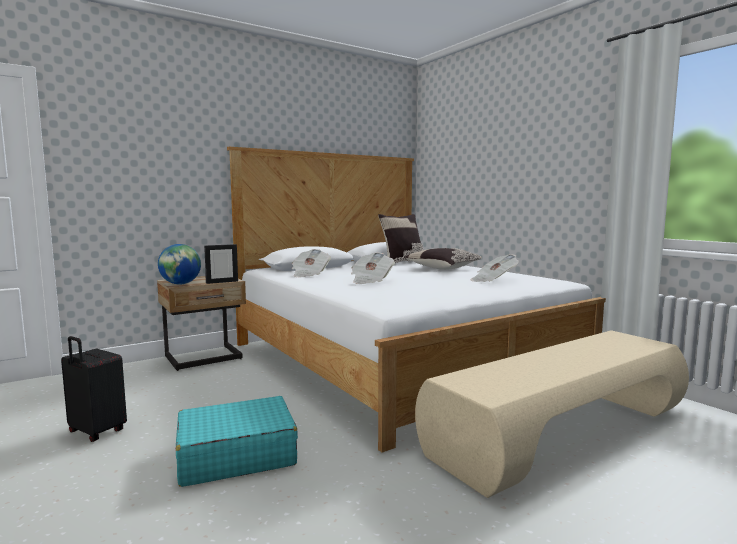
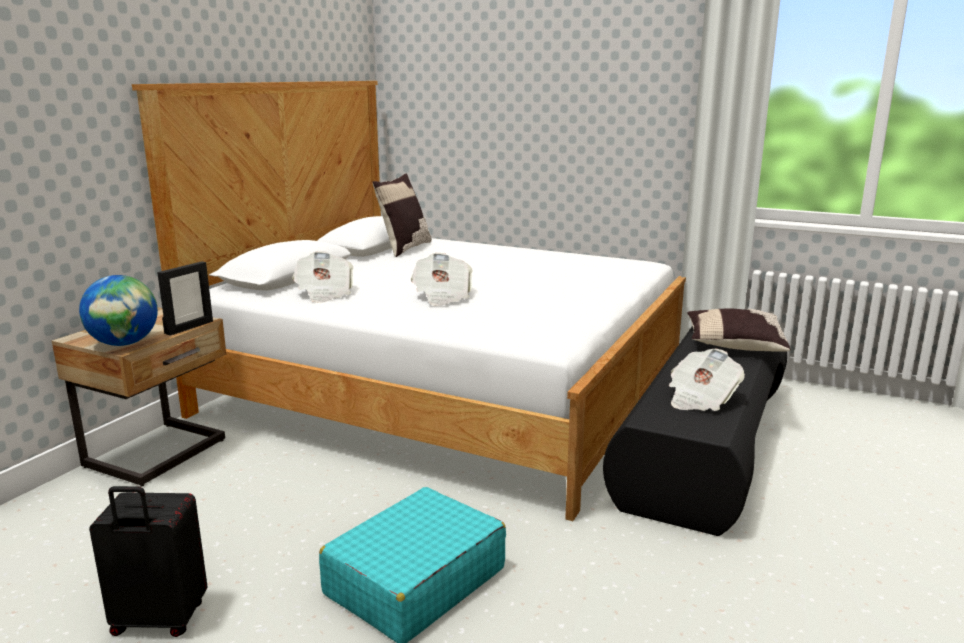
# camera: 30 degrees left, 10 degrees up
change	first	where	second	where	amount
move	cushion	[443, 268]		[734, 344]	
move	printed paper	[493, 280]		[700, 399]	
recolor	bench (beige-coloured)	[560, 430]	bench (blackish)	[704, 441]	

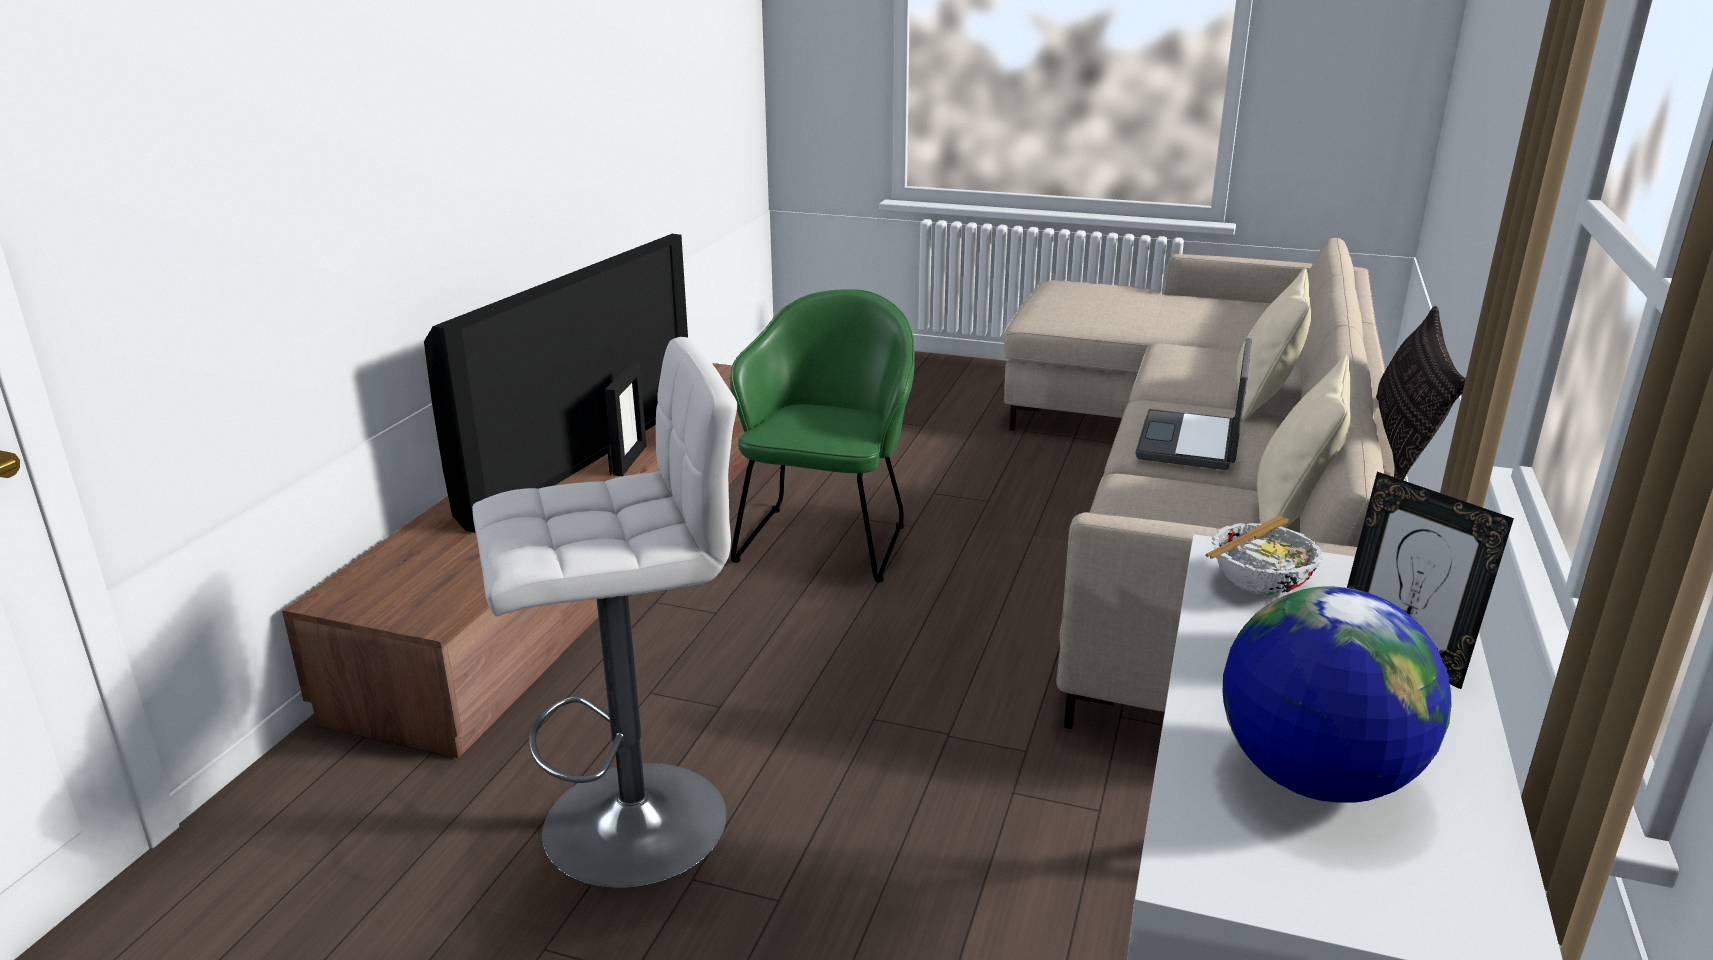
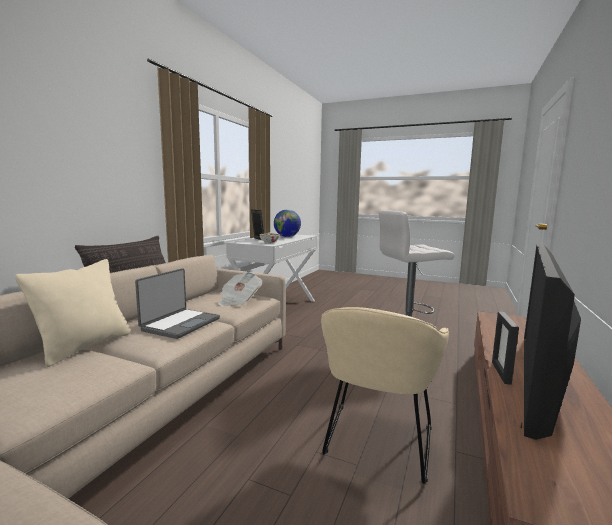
# camera: 175 degrees left, 15 degrees down
change	first	where	second	where	amount
delete	cushion (beige-coloured)	[1291, 516]			
insert			printed paper	[239, 301]	
recolor	armchair (greenish)	[827, 538]	armchair (beige-coloured)	[375, 444]	

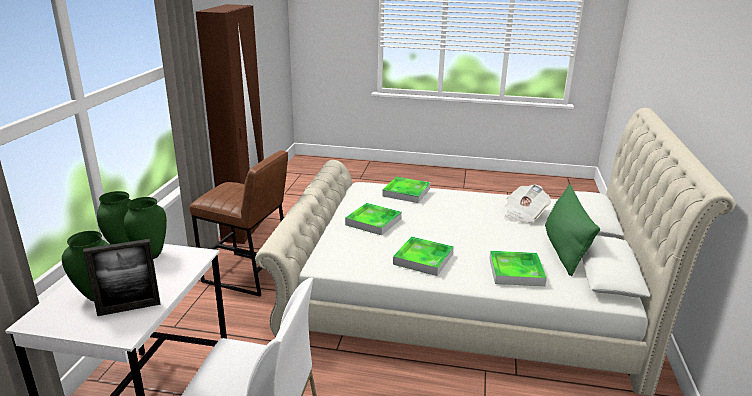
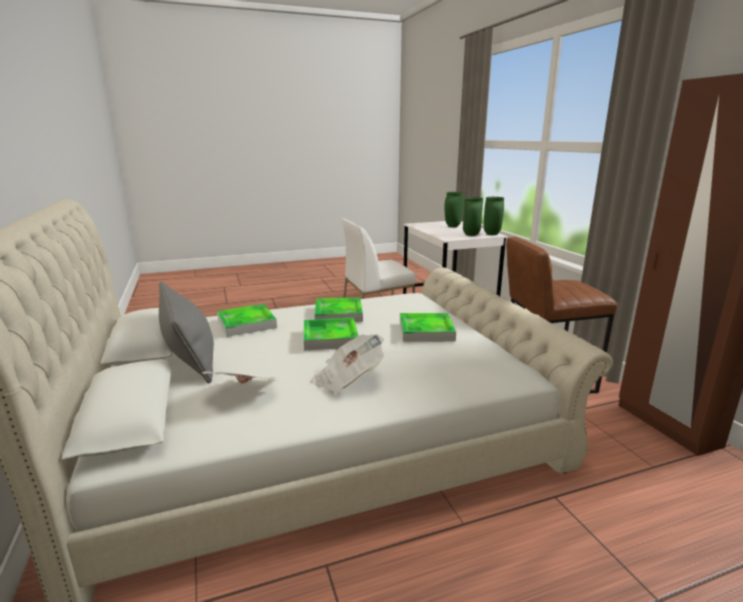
# camera: 150 degrees right, 5 degrees down
change	first	where	second	where	amount
delete	photo frame	[129, 308]			
insert			printed paper	[348, 379]	
move	carrying tray	[406, 192]		[330, 337]	
recolor	cushion (greenish)	[564, 249]	cushion (grey)	[190, 357]	

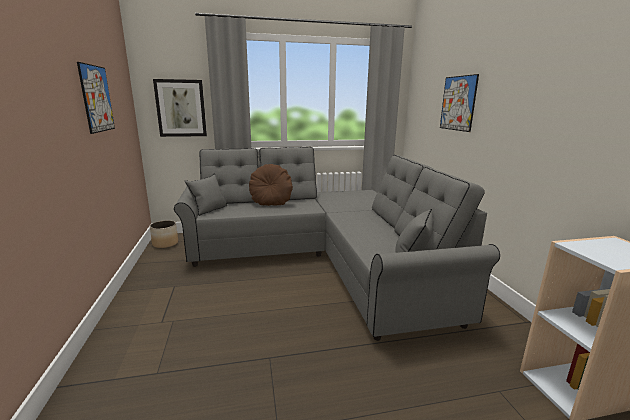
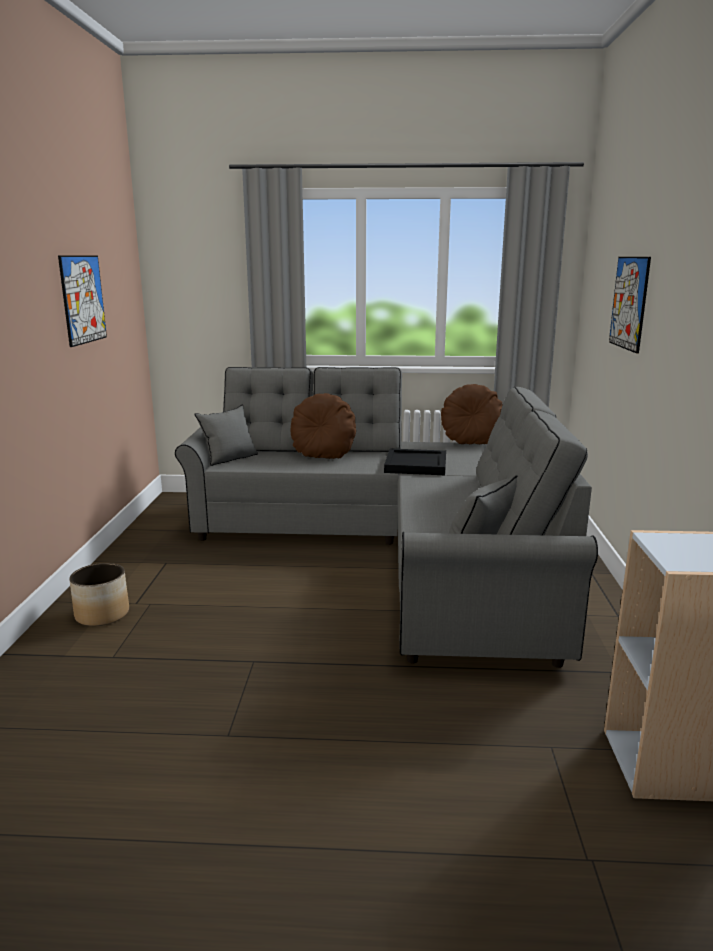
# camera: 15 degrees right, 0 degrees up
change	first	where	second	where	amount
delete	wall picture	[181, 108]			
insert			carrying tray (blackish)	[416, 465]	
insert			cushion (brown)	[471, 443]	
move	planter	[165, 244]		[103, 614]	

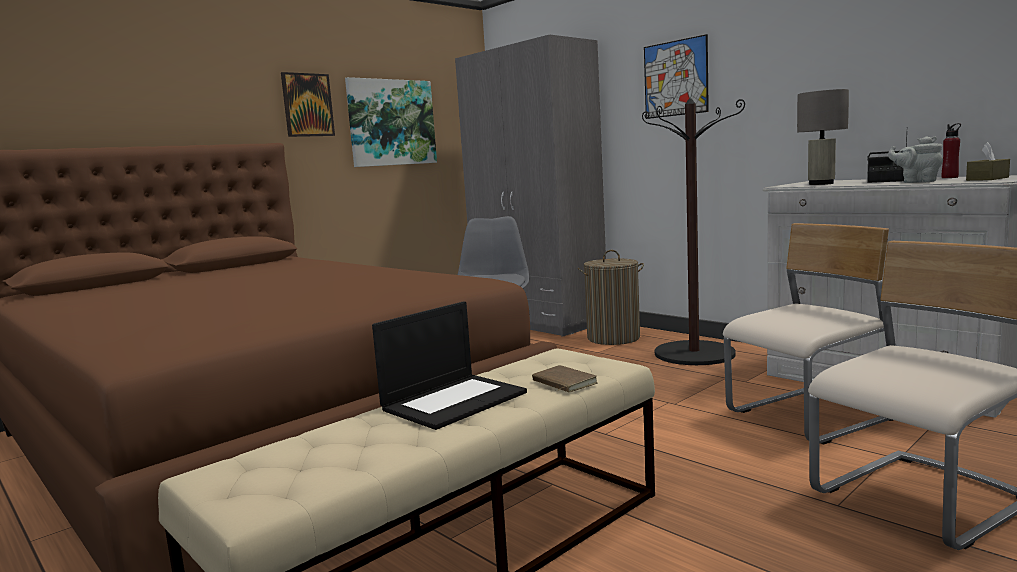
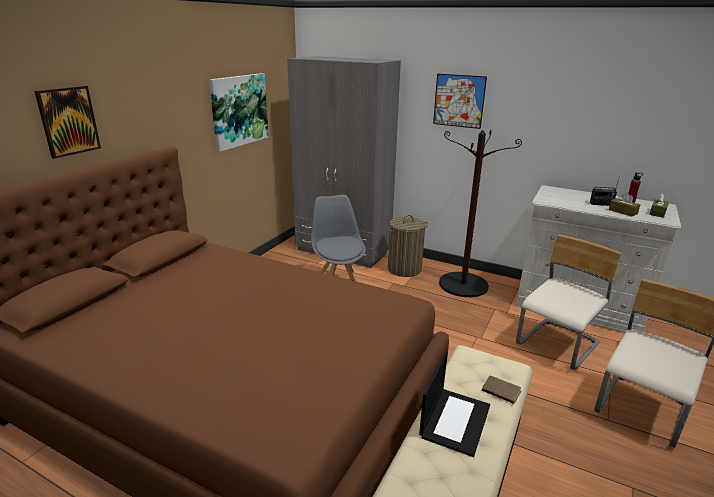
# camera: 20 degrees left, 15 degrees up
change	first	where	second	where	amount
delete	table lamp (grey)	[821, 184]			
move	wall picture	[307, 105]		[68, 121]	
replace	pot for tea (grey)	[916, 182]	tissue box (brown)	[623, 212]	

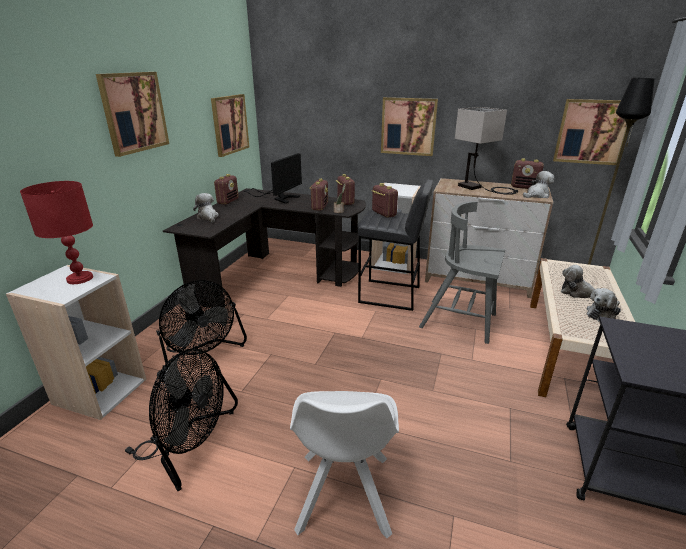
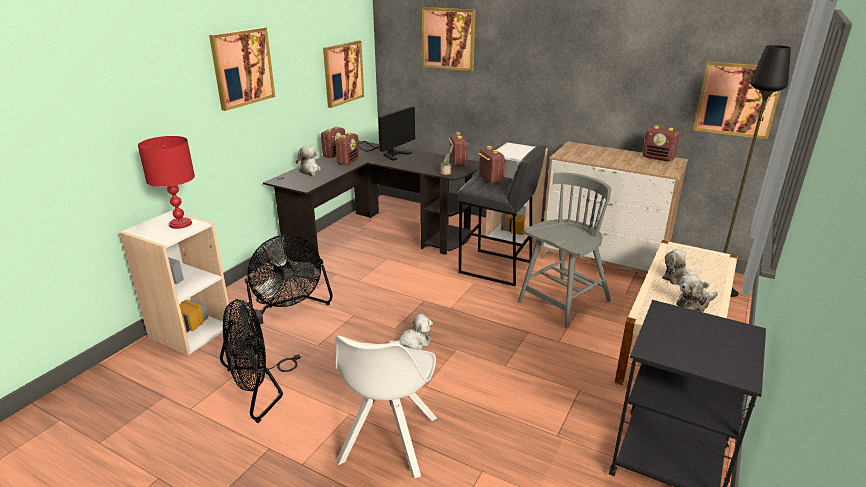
# camera: 10 degrees right, 0 degrees up
change	first	where	second	where	amount
delete	table lamp	[483, 188]			
move	radio set	[319, 207]		[348, 161]	
move	wall picture	[408, 126]		[448, 38]	
move	soft toy	[537, 195]		[414, 342]	
rotate	electric fan (blackish)	[188, 446]		[260, 385]	120 degrees clockwise
rotate	chair (grey)	[460, 321]		[563, 302]	105 degrees clockwise

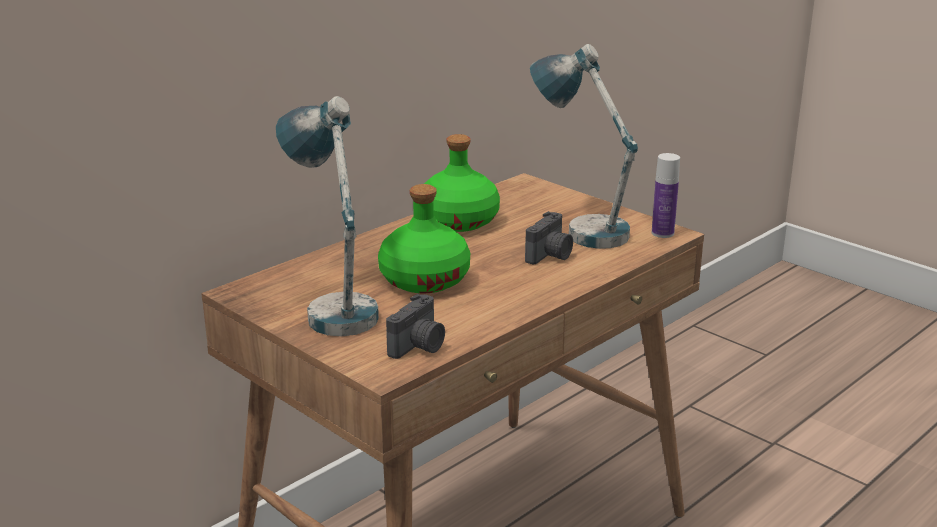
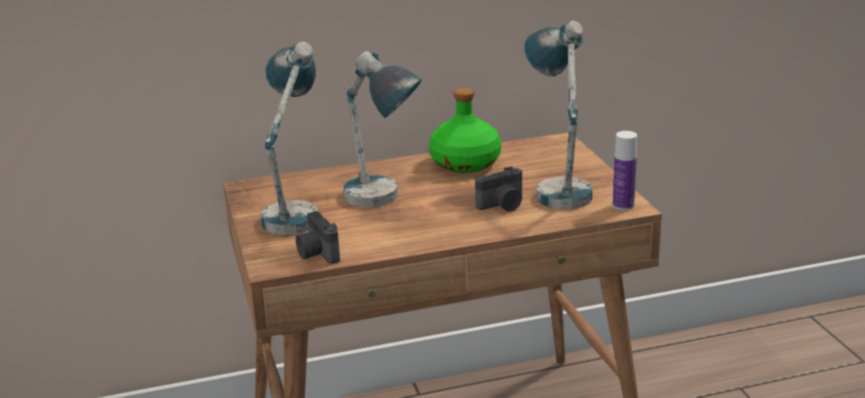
# camera: 30 degrees right, 0 degrees up
change	first	where	second	where	amount
replace	bottle (greenish)	[424, 279]	table lamp	[382, 204]	
rotate	photo camera	[419, 346]		[317, 254]	90 degrees clockwise

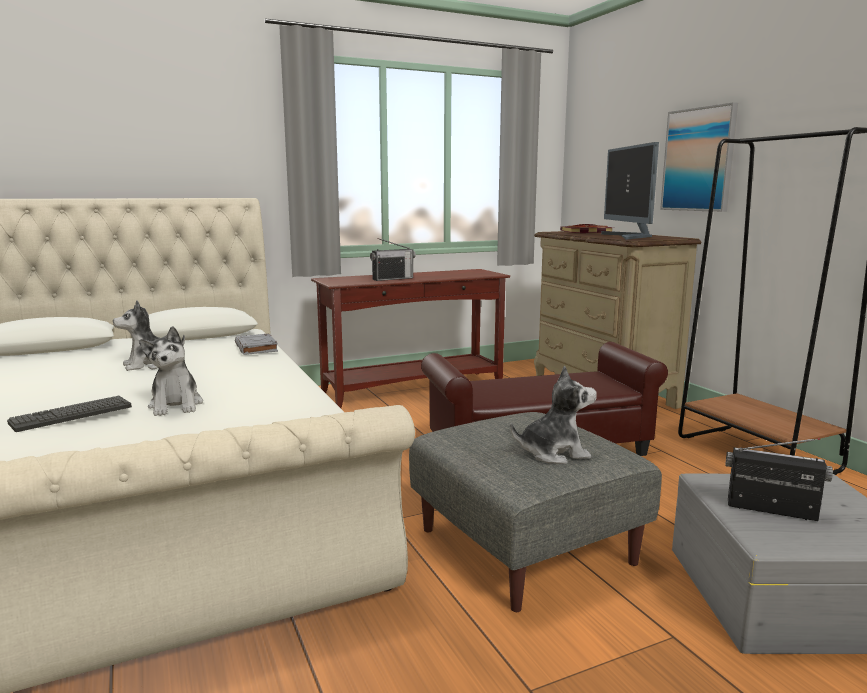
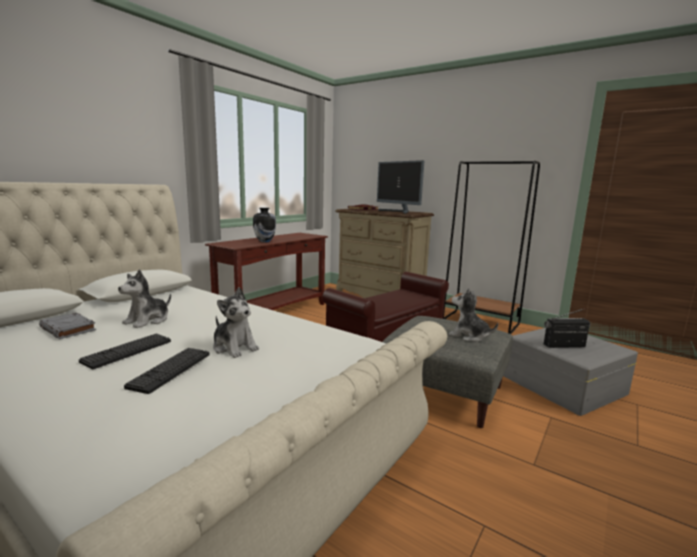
# camera: 30 degrees left, 0 degrees up
change	first	where	second	where	amount
delete	wall picture	[698, 160]			
insert			PC keyboard	[128, 351]	
move	bound book (grey)	[256, 348]		[69, 329]	
replace	radio set	[392, 279]	flower vase	[265, 241]	
rotate	soft toy	[553, 453]		[469, 336]	105 degrees counterclockwise

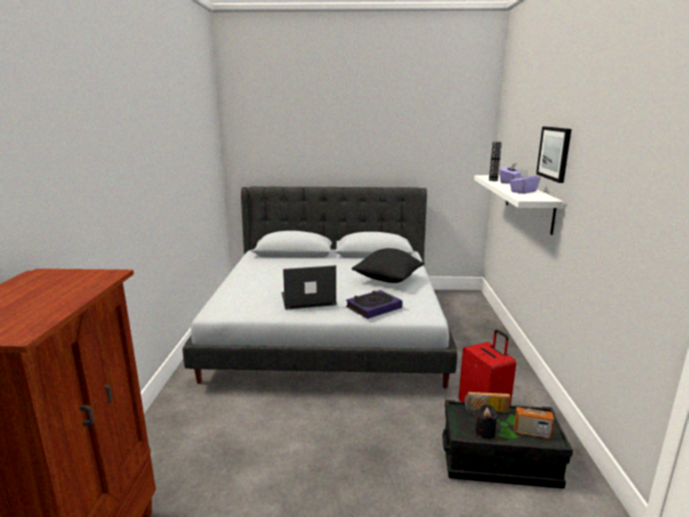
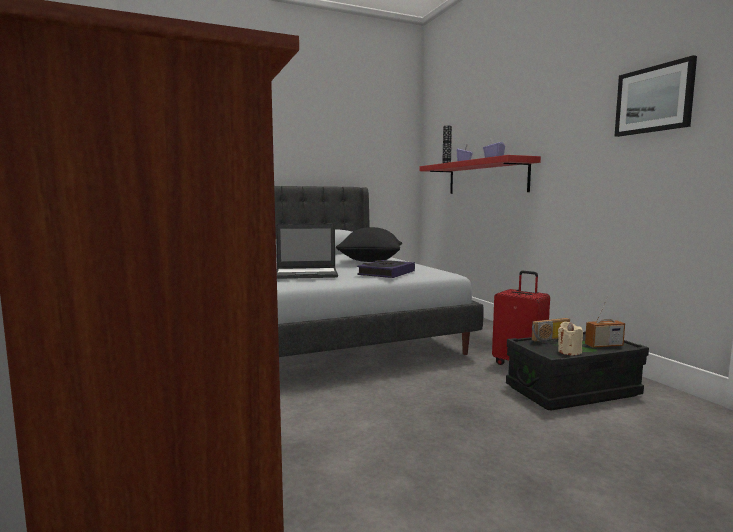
# camera: 25 degrees left, 10 degrees down
change	first	where	second	where	amount
move	wall picture	[554, 153]		[654, 99]	
recolor	shelf (white-coloured)	[528, 202]	shelf (reddish)	[486, 177]	
recolor	wax light (blackish)	[485, 432]	wax light (beige-coloured)	[569, 352]	
rotate	notebook computer	[307, 299]		[307, 274]	150 degrees counterclockwise

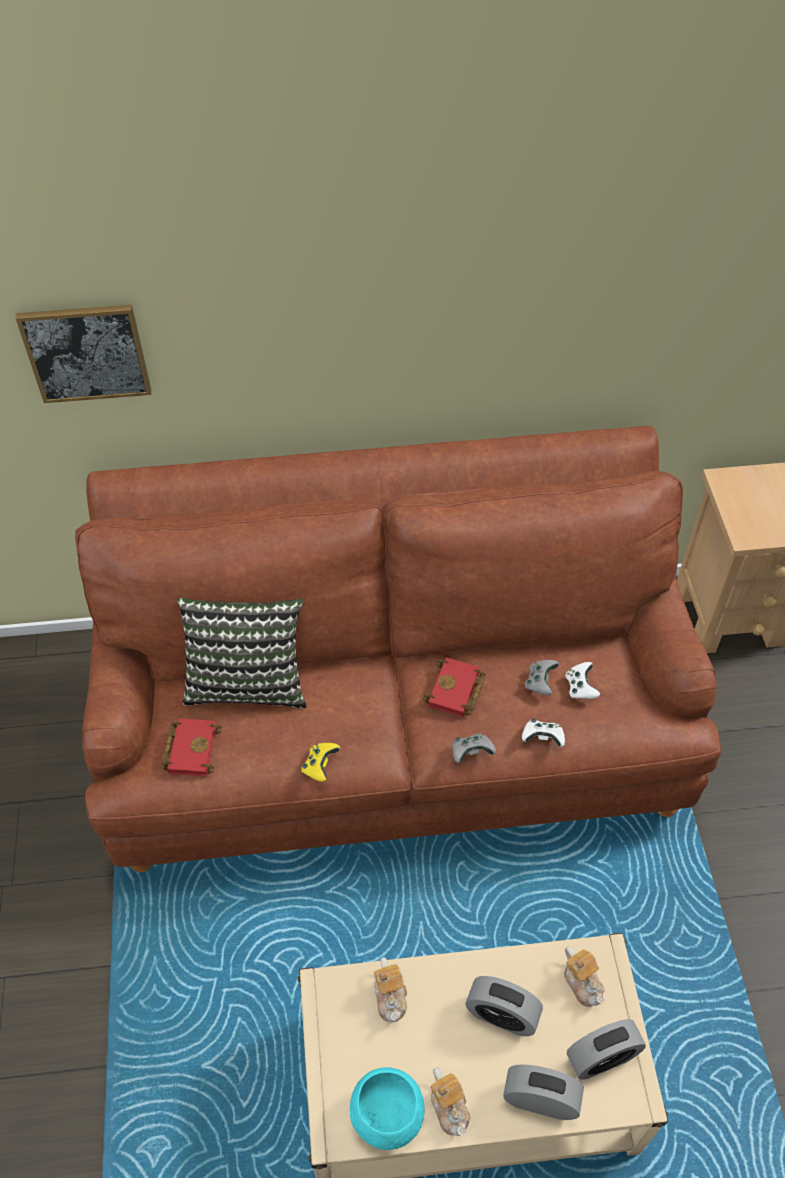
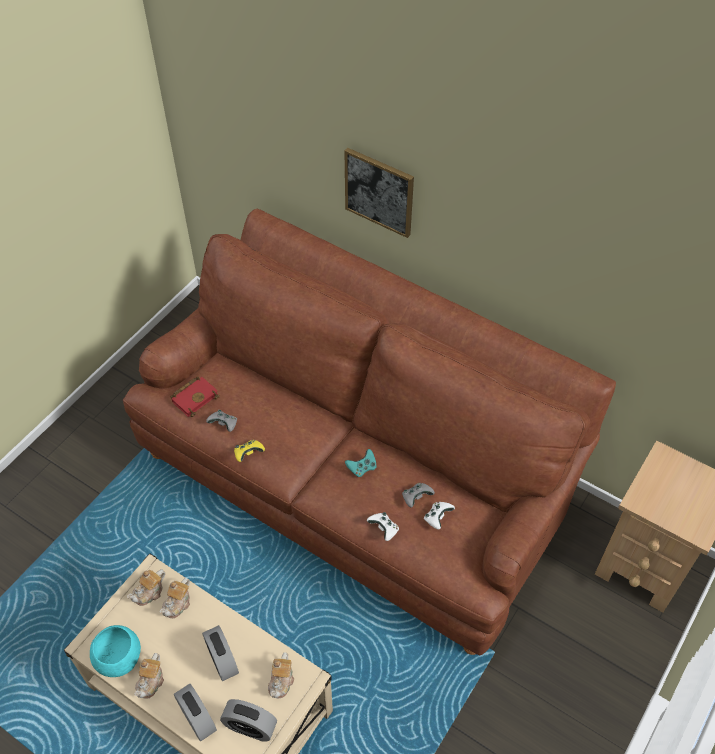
# camera: 40 degrees right, 0 degrees up
change	first	where	second	where	amount
delete	cushion	[247, 681]			
insert			pot for tea	[149, 592]	
move	wall picture	[86, 352]		[379, 192]	
move	joypad (grey)	[471, 752]		[224, 425]	
replace	bound book (reddish)	[456, 692]	joypad (turquoise)	[362, 468]	

